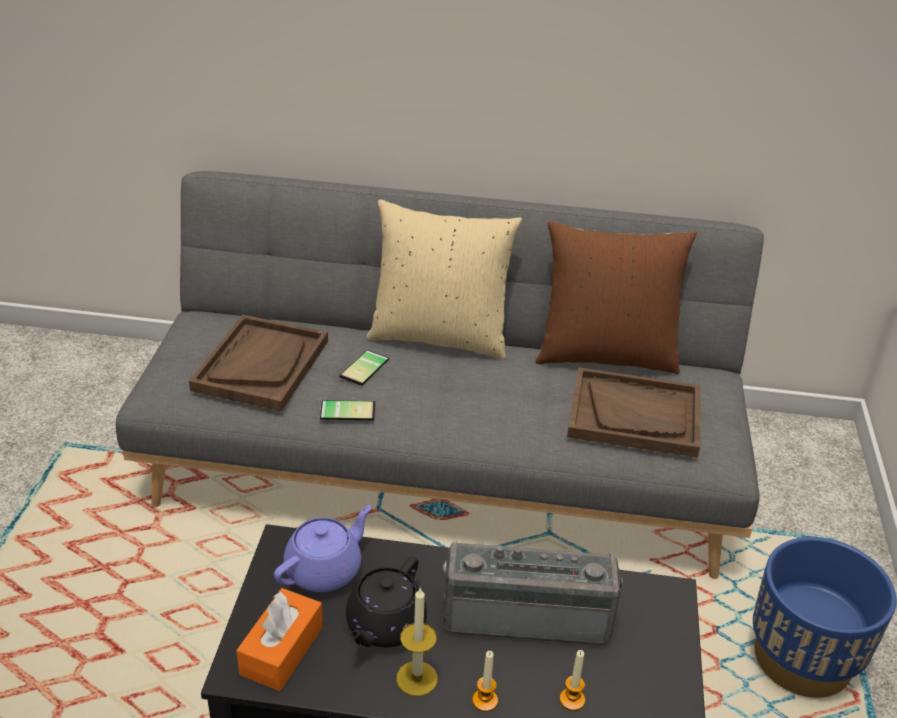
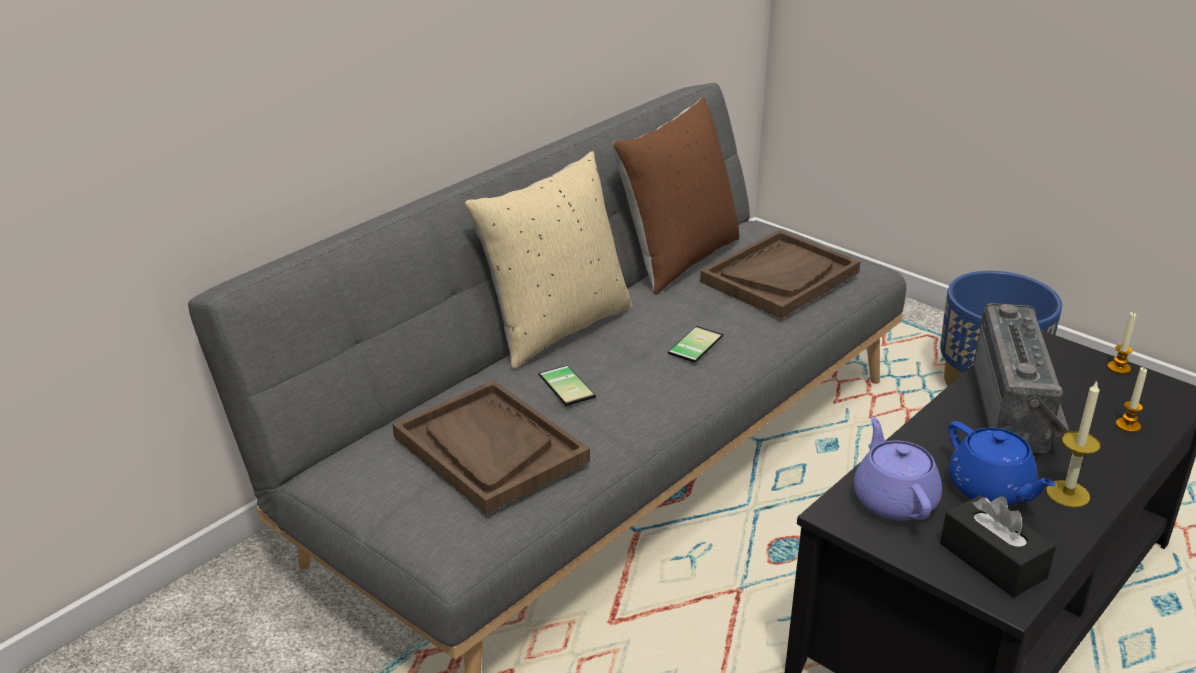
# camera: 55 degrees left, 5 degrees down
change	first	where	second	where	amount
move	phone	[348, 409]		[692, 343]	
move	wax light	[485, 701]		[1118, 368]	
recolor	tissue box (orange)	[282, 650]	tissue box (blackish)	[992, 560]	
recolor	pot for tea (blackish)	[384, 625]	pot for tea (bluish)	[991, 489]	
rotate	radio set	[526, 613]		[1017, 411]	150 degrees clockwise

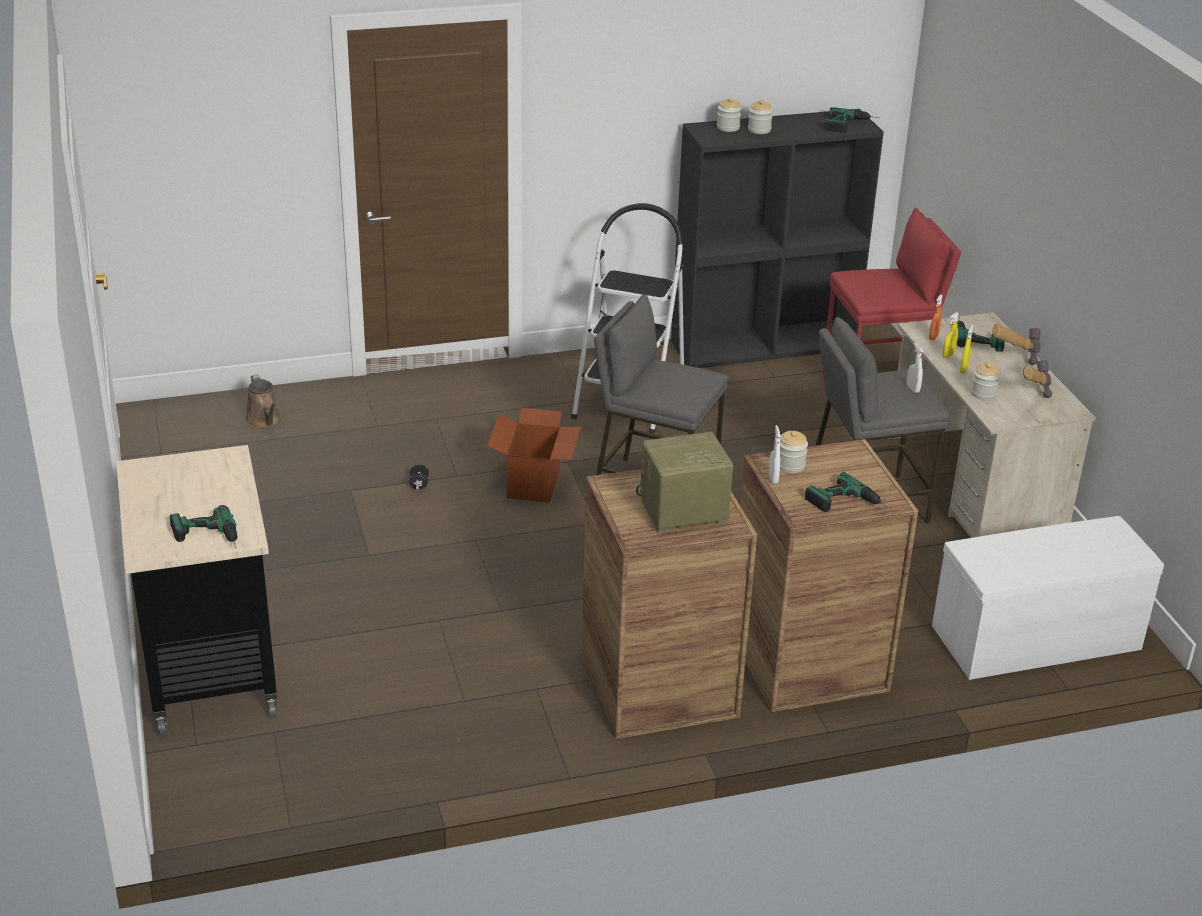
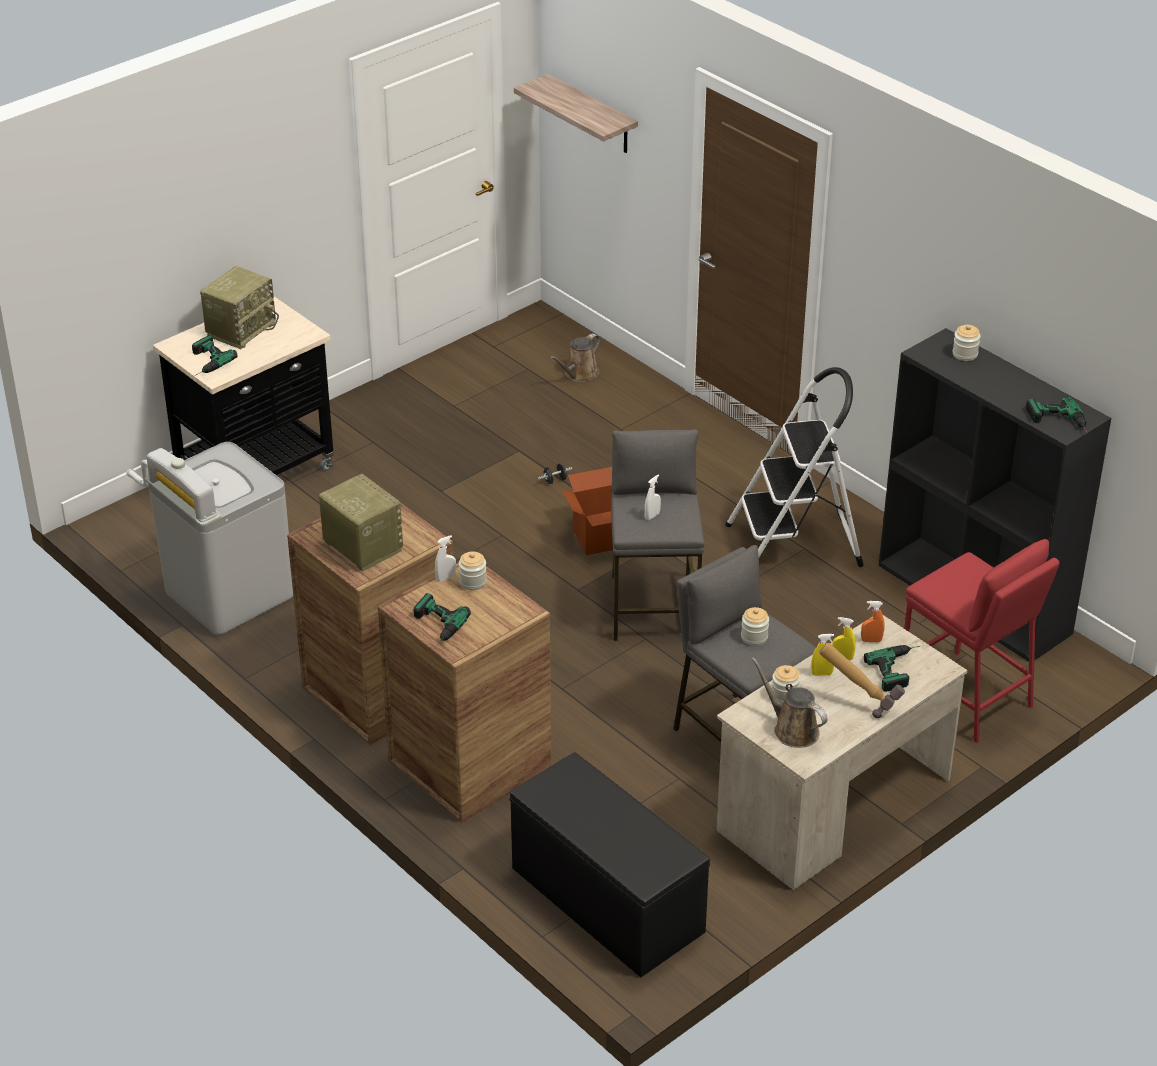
# camera: 65 degrees right, 5 degrees up
change	first	where	second	where	amount
insert			laundry appliance (grey)	[226, 595]	
insert			radio set	[241, 329]	
insert			shelf	[592, 115]	
move	jar	[759, 130]		[754, 637]	
move	spray bottle (white-coloured)	[913, 389]		[652, 516]	
replace	hand hammer	[1029, 403]	watering can (brown)	[792, 729]	
recolor	bench (white-coloured)	[1035, 639]	bench (blackish)	[604, 900]	

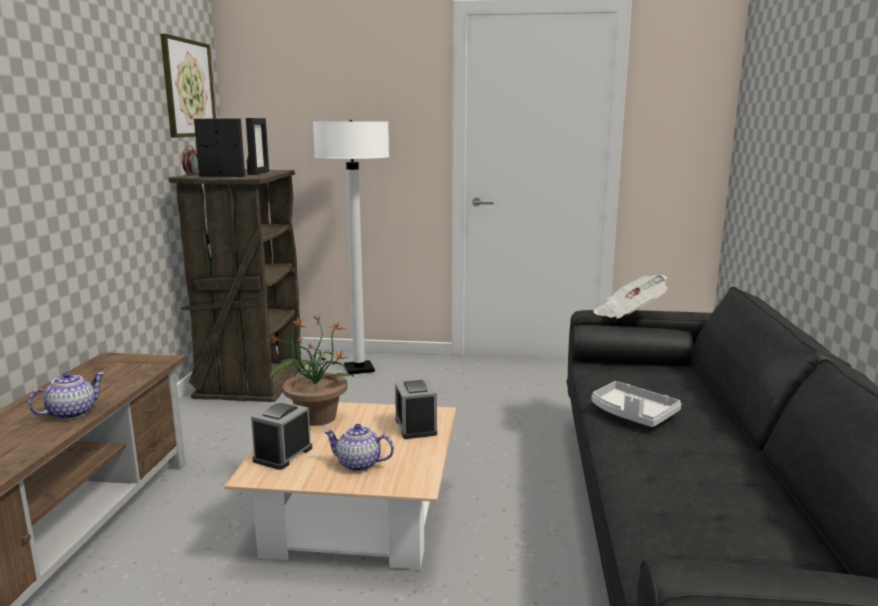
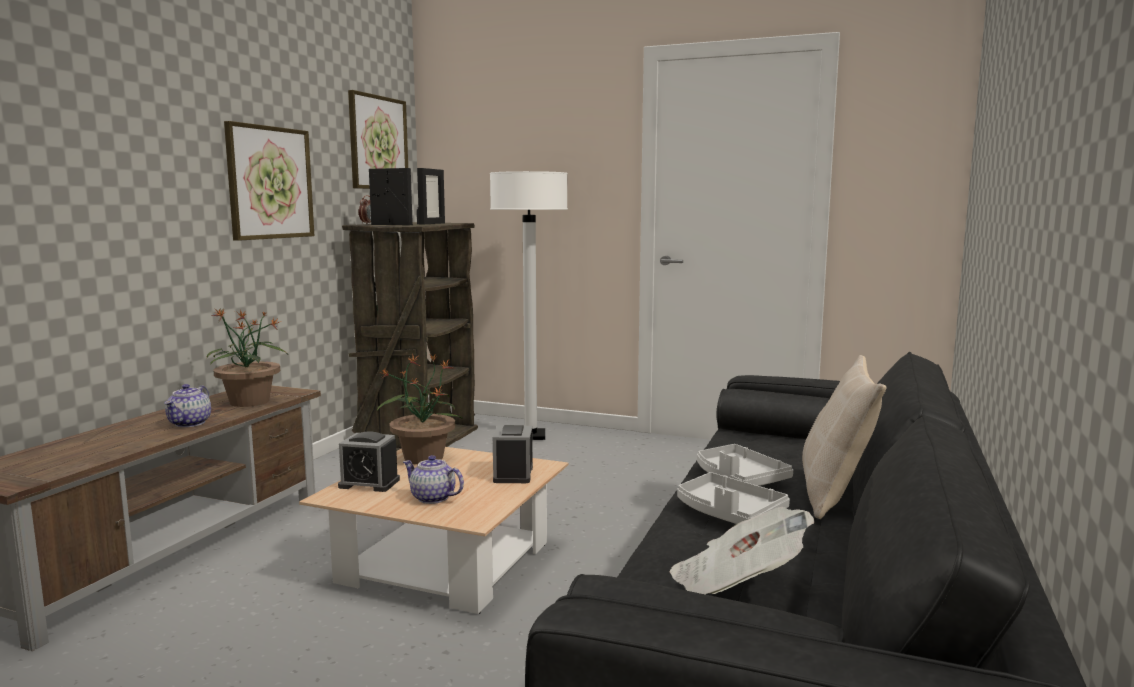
# camera: 15 degrees right, 5 degrees down
change	first	where	second	where	amount
insert			plant in a pot	[249, 402]	
insert			wall picture	[270, 183]	
insert			carrying tray (grey)	[728, 513]	
insert			cushion (beige-coloured)	[835, 494]	
move	printed paper	[628, 314]		[736, 584]	
rotate	pot for tea	[72, 413]		[190, 423]	135 degrees clockwise
rotate	bedside clock	[283, 454]		[369, 483]	120 degrees counterclockwise

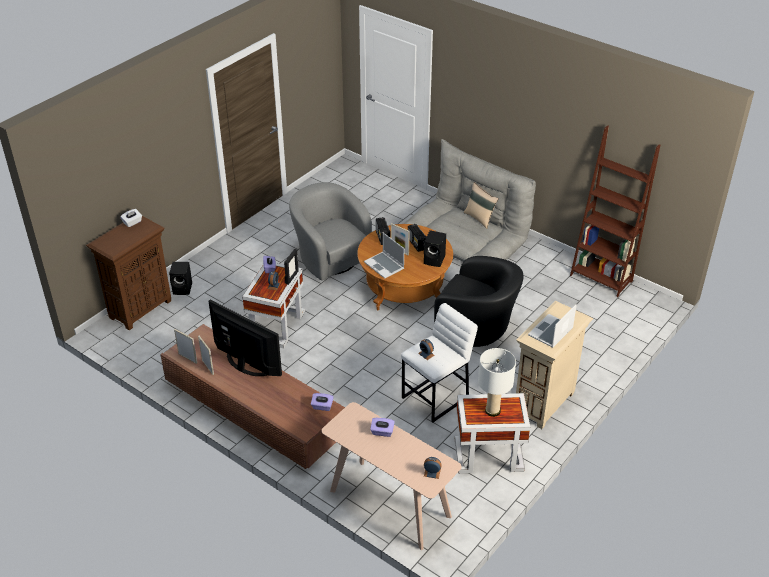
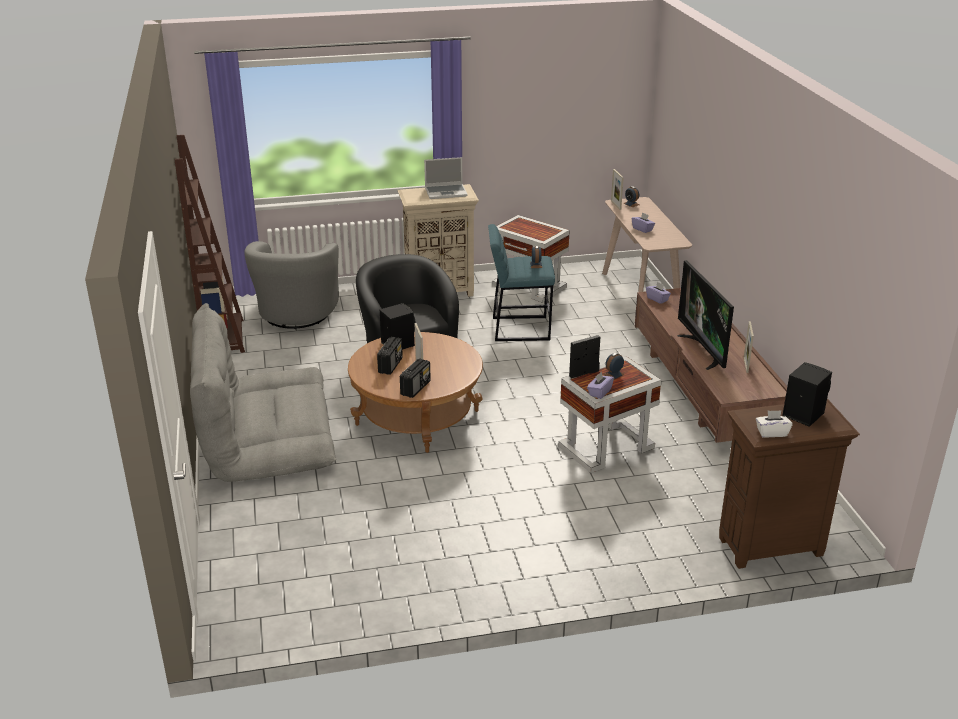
# camera: 140 degrees left, 10 degrees down
change	first	where	second	where	amount
delete	notebook computer	[385, 266]			
delete	cushion (beige-coloured)	[480, 218]			
delete	table lamp (white-coloured)	[492, 410]			
move	speaker (blackish)	[183, 288]		[802, 414]	
move	photo frame	[187, 358]		[616, 205]	
move	armchair (grey)	[330, 258]		[296, 315]	
recolor	stool seat (white-coloured)	[436, 397]	stool seat (bluish)	[519, 329]	

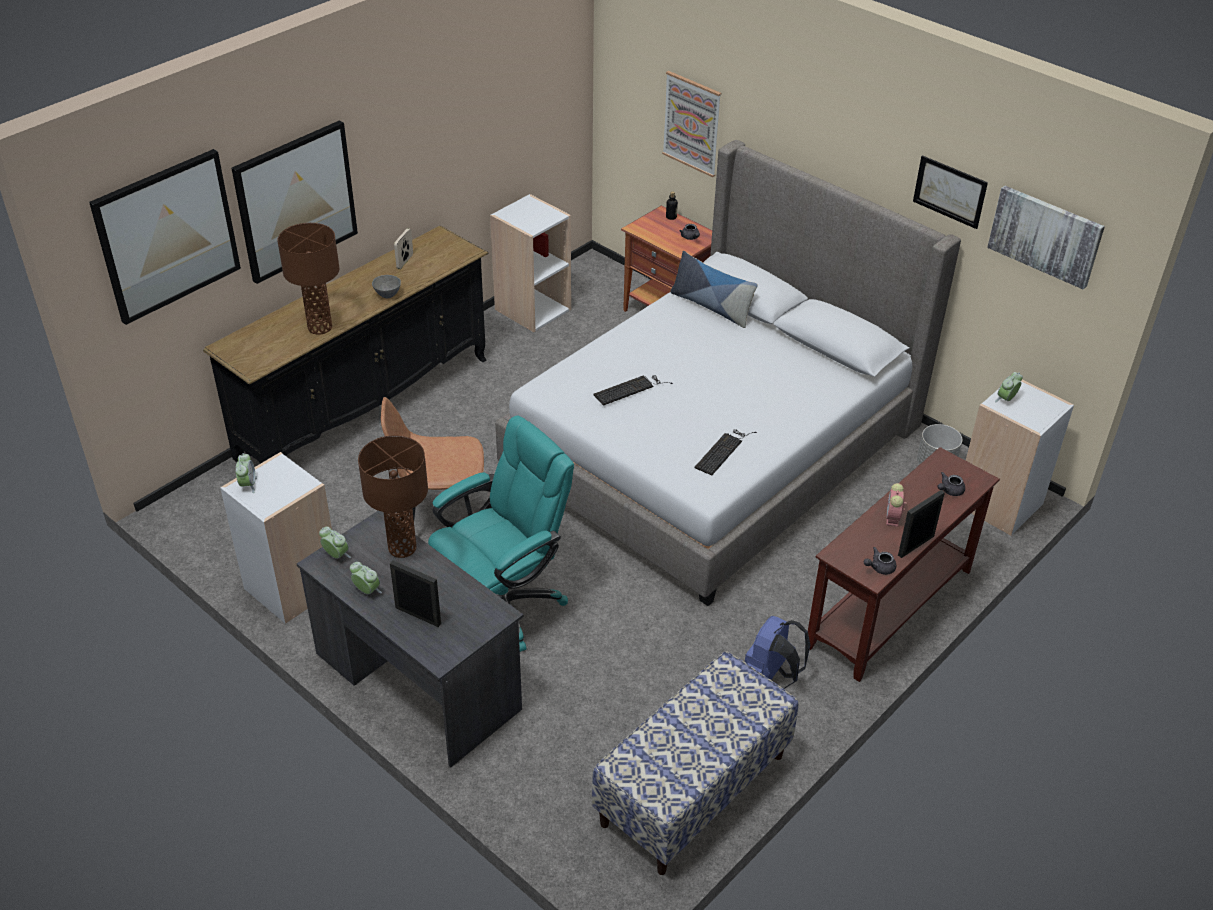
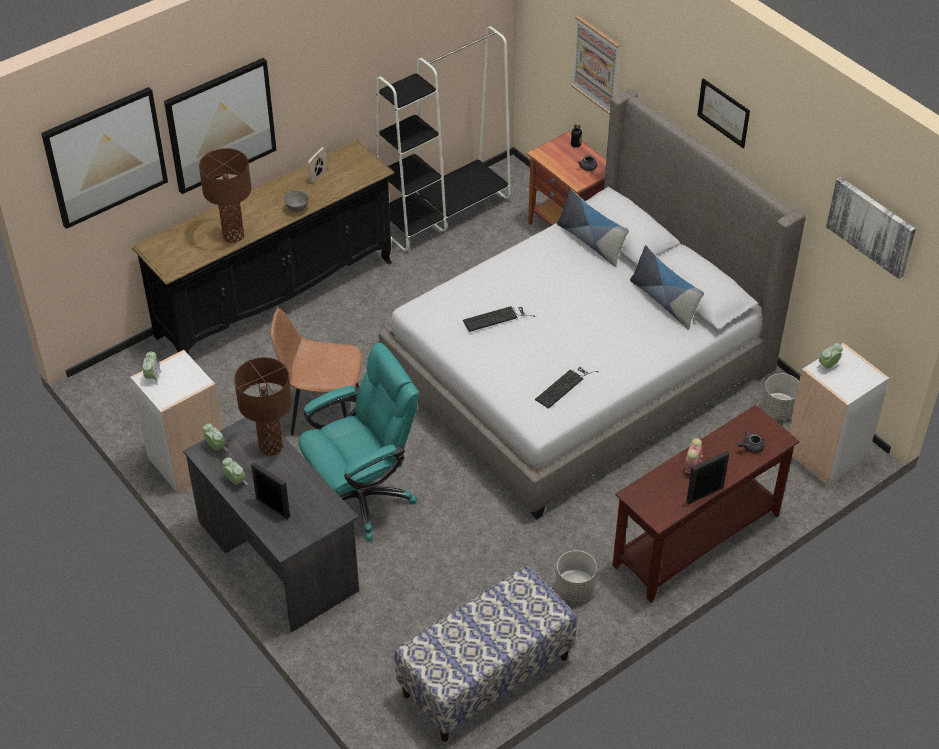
# camera: 10 degrees right, 5 degrees up
change	first	where	second	where	amount
delete	pot for tea (grey)	[879, 568]			
insert			cushion	[664, 301]	
move	wall picture	[950, 191]		[723, 112]	
replace	shelving unit	[533, 309]	clothes rack (blackish)	[444, 214]	
replace	backpack (bluish)	[770, 677]	planter (grey)	[575, 589]	

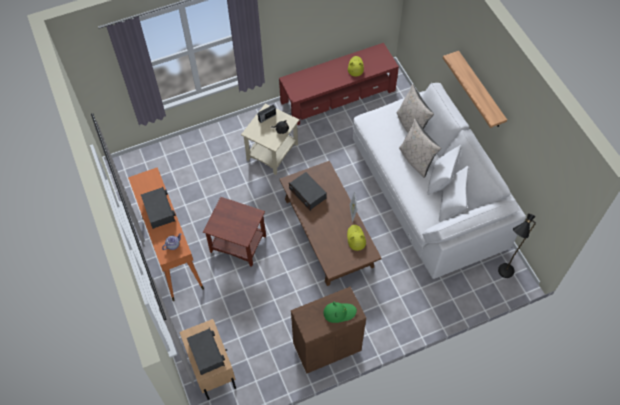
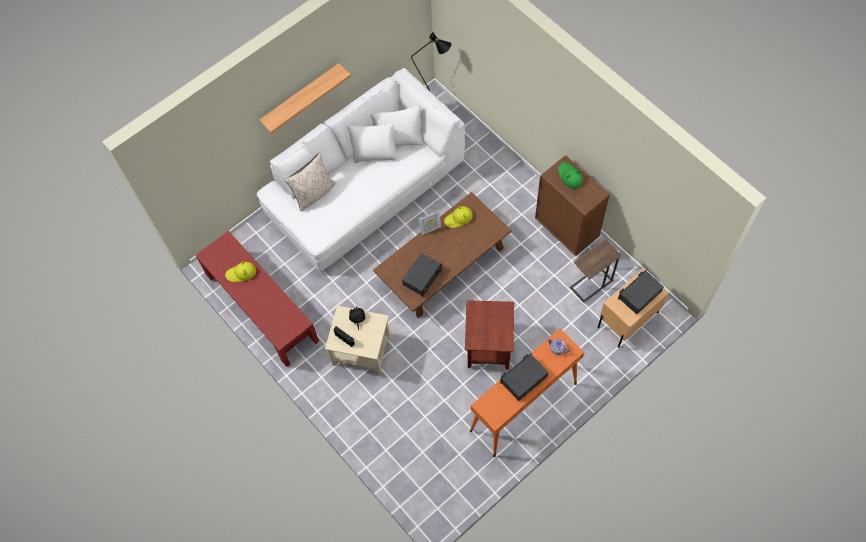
# camera: 105 degrees left, 5 degrees up
change	first	where	second	where	amount
delete	cushion (beige-coloured)	[416, 160]			
insert			side table (brown)	[591, 283]	

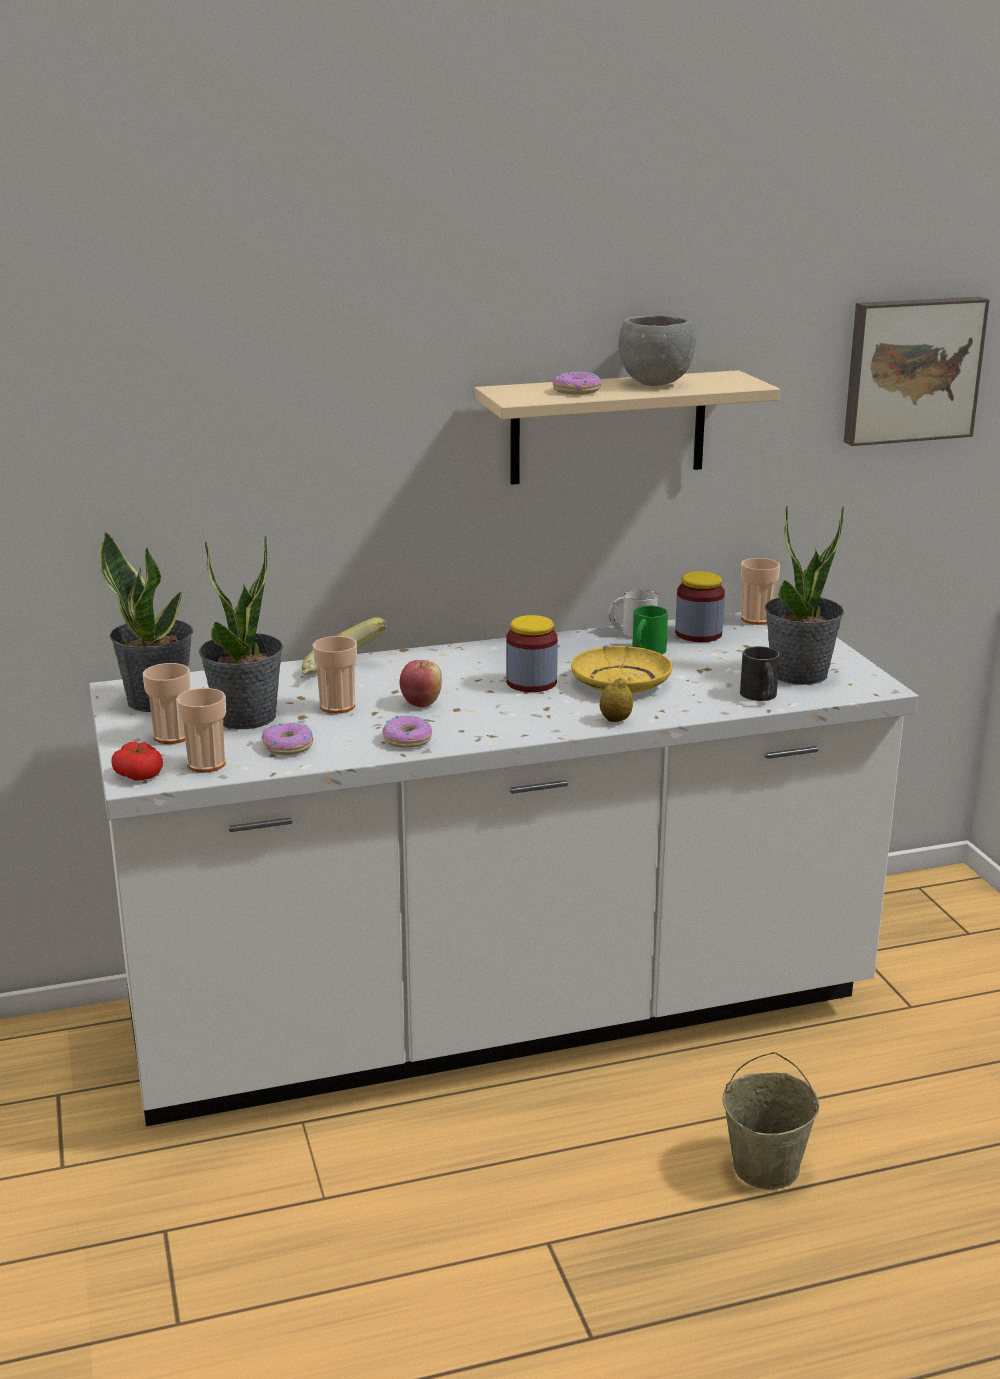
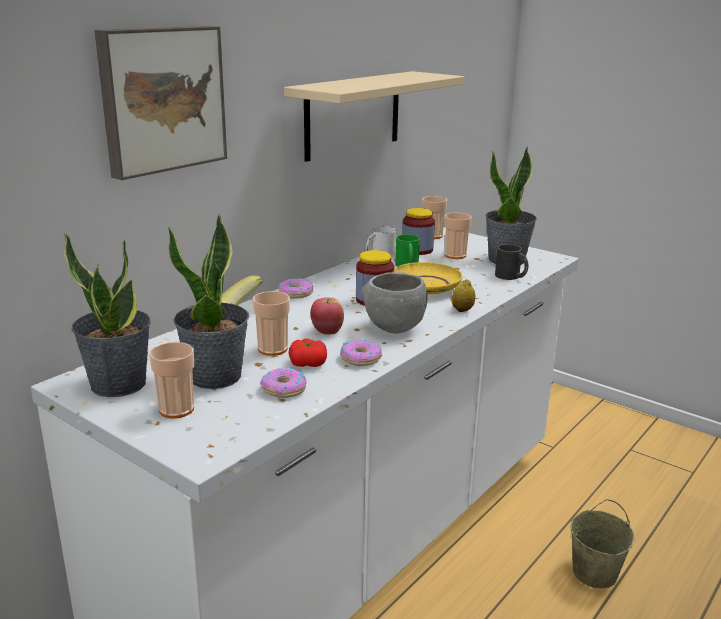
# camera: 35 degrees left, 0 degrees up
change	first	where	second	where	amount
move	fresh tomato	[139, 774]		[308, 363]	
move	drinking cup	[206, 764]		[455, 255]	
move	ring doughnut	[576, 391]		[295, 294]	
move	bowl (grey)	[654, 383]		[393, 328]	
move	wall picture	[911, 369]		[161, 99]	

